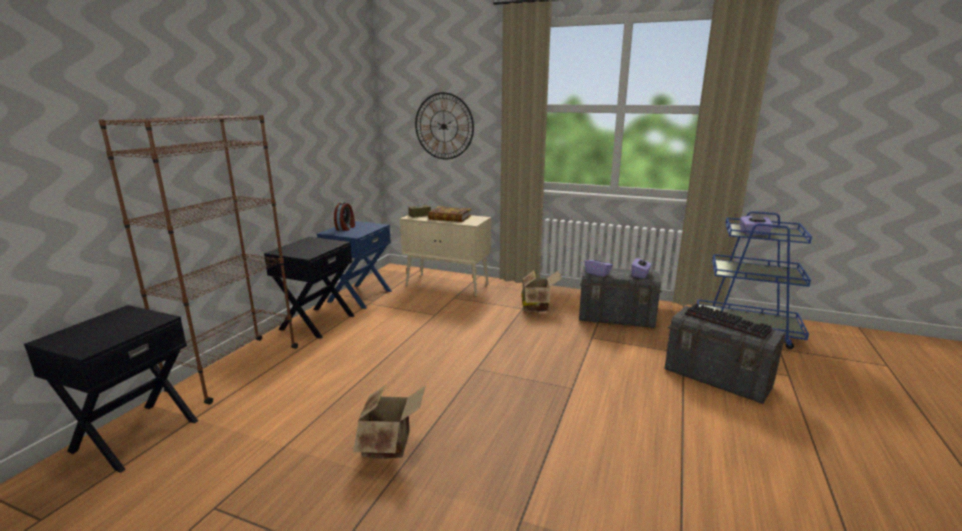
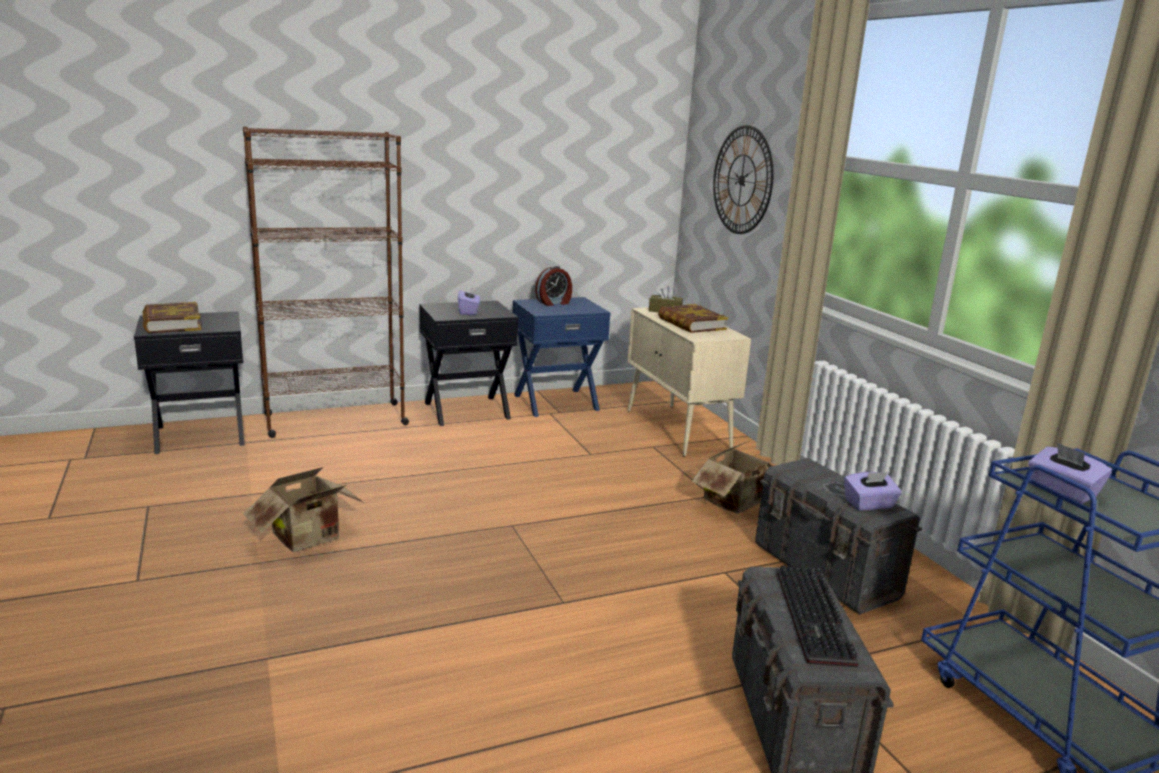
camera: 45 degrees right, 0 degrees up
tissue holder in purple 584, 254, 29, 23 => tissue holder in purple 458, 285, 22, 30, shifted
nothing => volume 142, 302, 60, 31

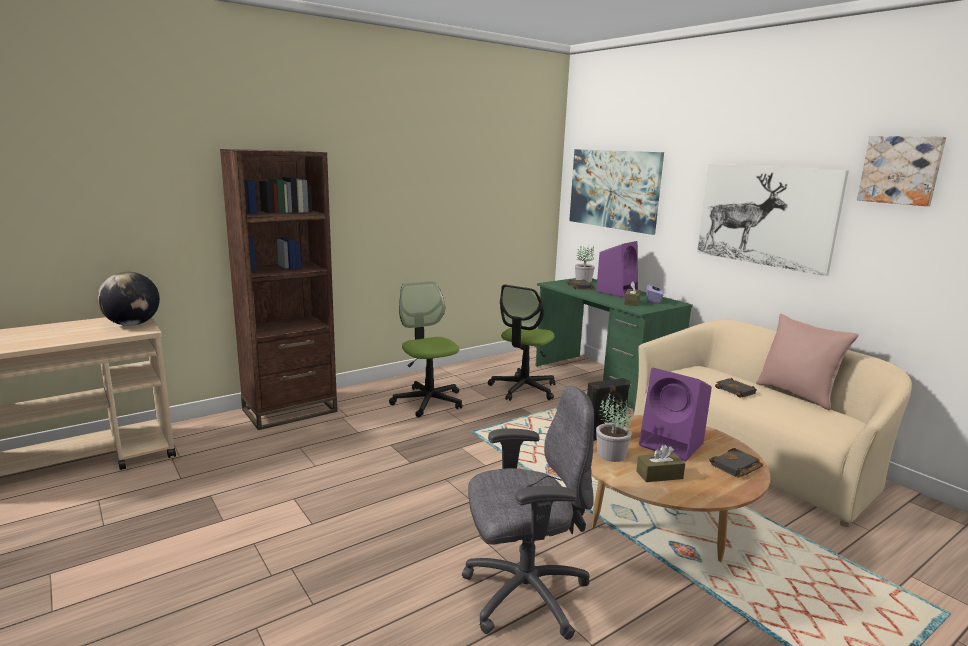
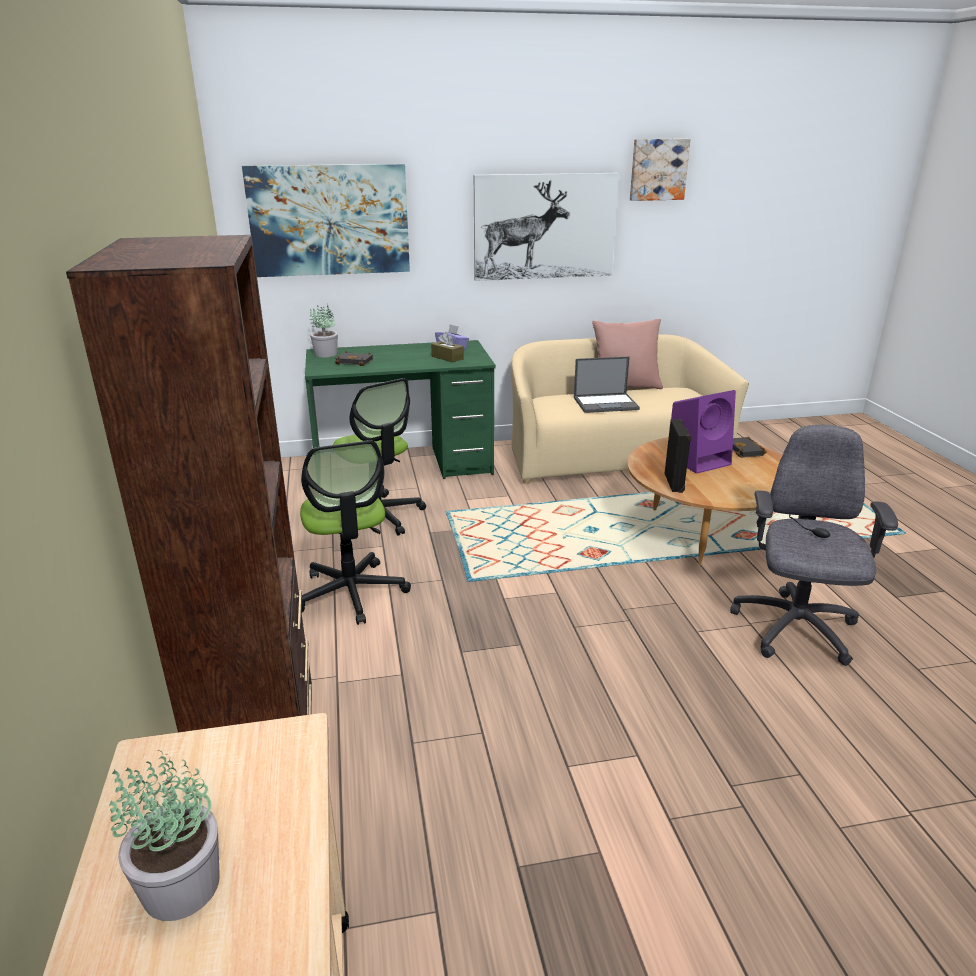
camera: 65 degrees left, 10 degrees up
loudspeaker in purple 596, 241, 42, 56 => nothing
world globe 97, 272, 63, 54 => nothing
desk chair 389, 281, 73, 136 => desk chair 300, 440, 111, 185, 105 degrees counterclockwise
volume in black-coloured 715, 378, 42, 20 => portable computer 574, 357, 66, 56
plant in a pot 596, 392, 36, 70 => plant in a pot 109, 750, 110, 171, shifted
tissue holder in brown-coloured 636, 444, 49, 38 => nothing

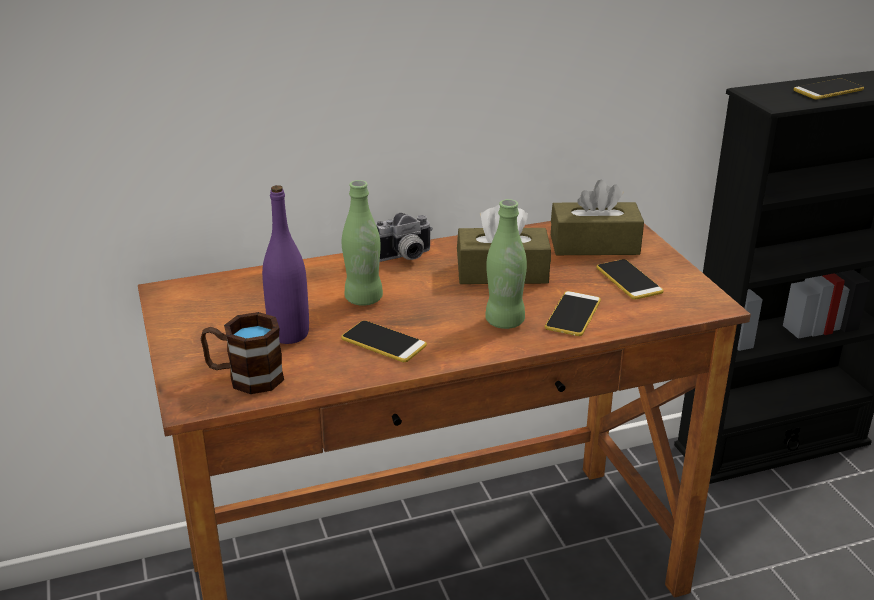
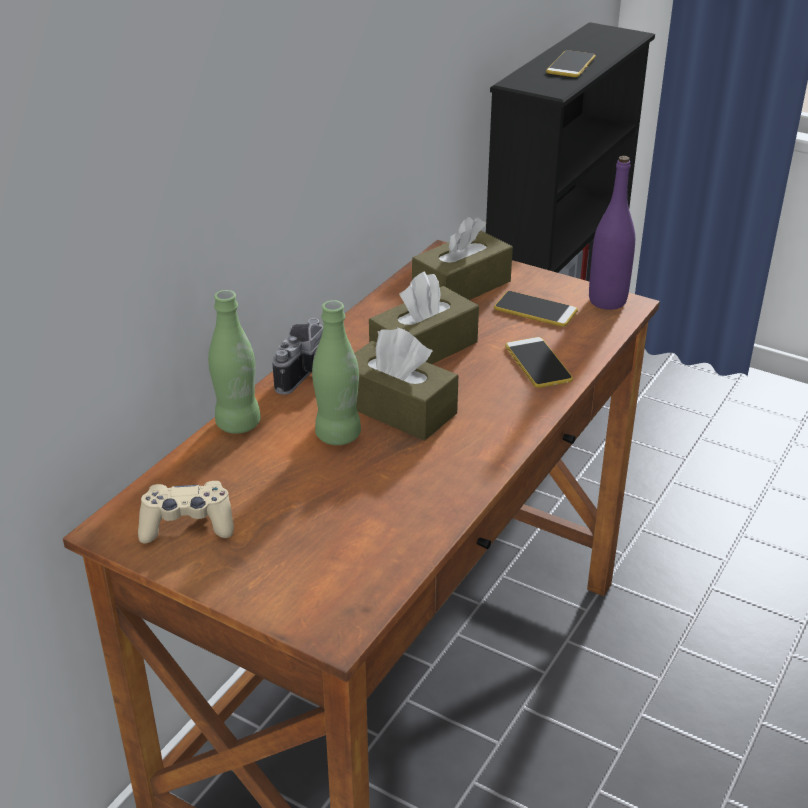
camera: 40 degrees left, 5 degrees up
bottle in purple 262, 185, 47, 159 => bottle in purple 589, 156, 46, 154, shifted
bottle in greenish 485, 199, 42, 130 => bottle in greenish 208, 290, 53, 144, shifted
mug in brown-coloured 201, 312, 83, 82 => nothing
telephone 341, 320, 86, 42 => nothing
nothing => tissue holder in brown-coloured 354, 328, 104, 113
nothing => joypad in beige-coloured 138, 481, 96, 62

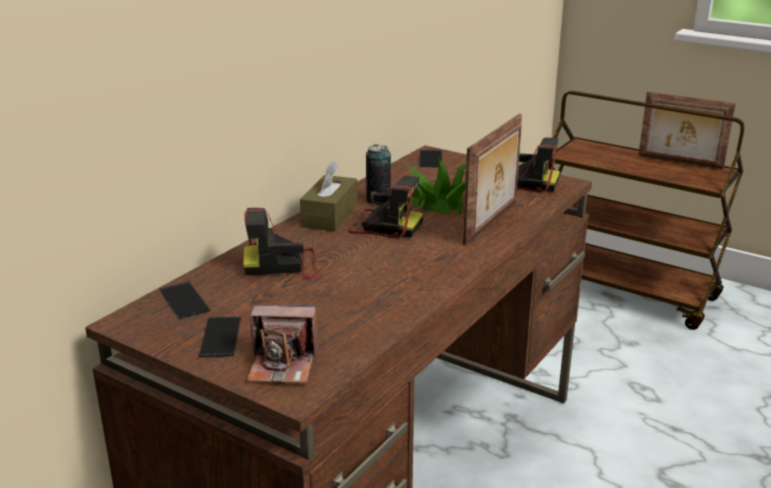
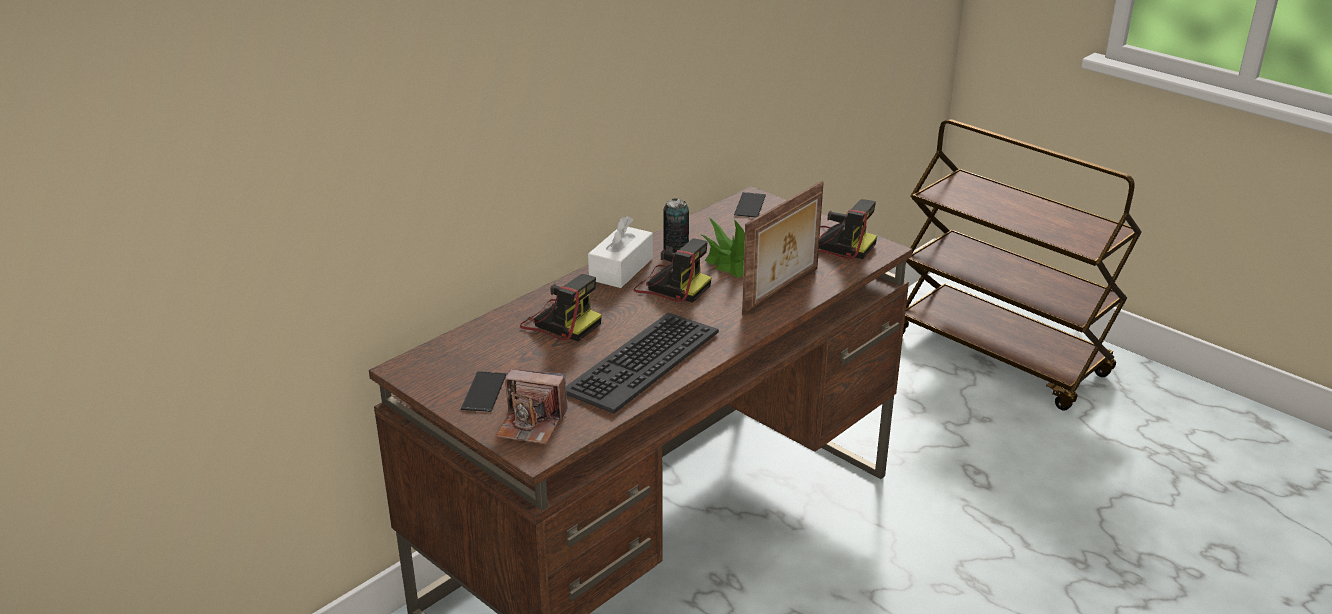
camera: 10 degrees right, 5 degrees up
photo frame 638, 92, 98, 77 => nothing
tissue holder in brown-coloured 300, 161, 58, 70 => tissue holder in whitish 588, 216, 65, 72
photo camera 244, 208, 78, 71 => photo camera 520, 274, 82, 67, 150 degrees counterclockwise
telephone 159, 281, 52, 38 => nothing
nothing => PC keyboard 566, 313, 153, 100

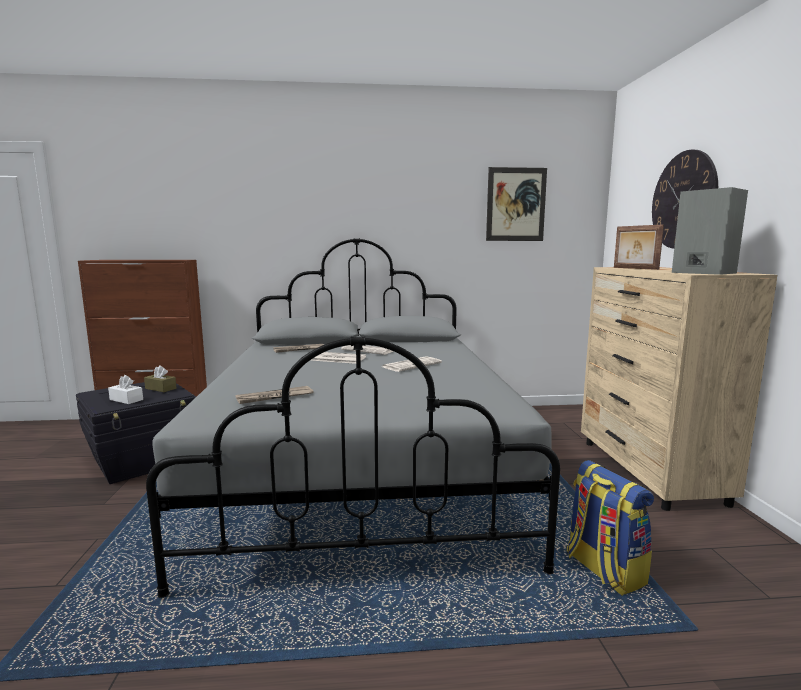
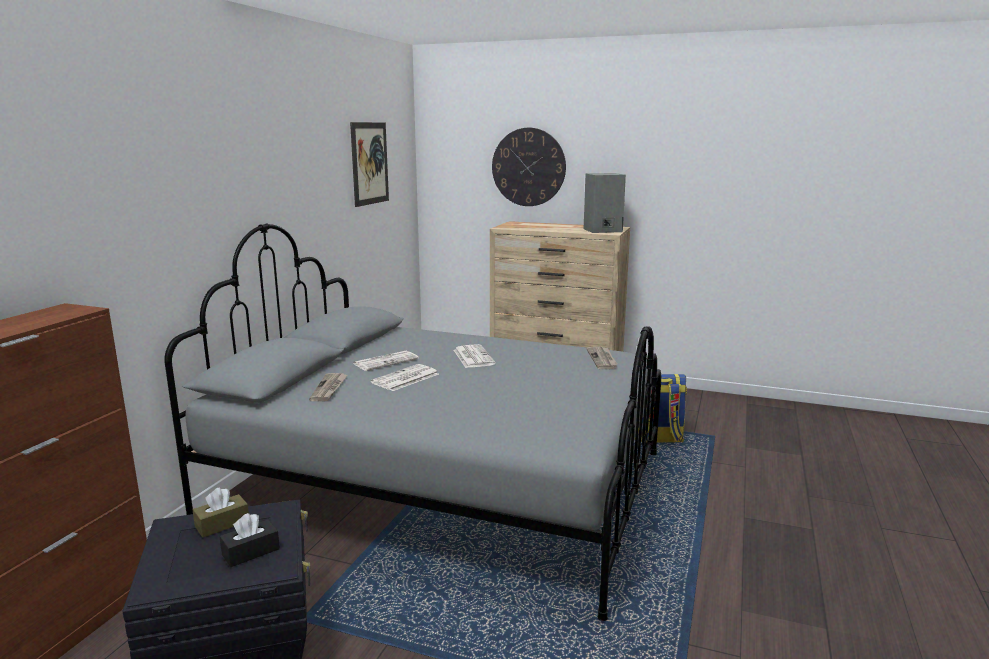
camera: 65 degrees left, 5 degrees up
photo frame 614, 224, 50, 46 => nothing
tissue holder in whitish 108, 375, 35, 29 => tissue holder in black-coloured 220, 513, 60, 54
printed paper 235, 386, 79, 18 => printed paper 587, 347, 31, 22, shifted

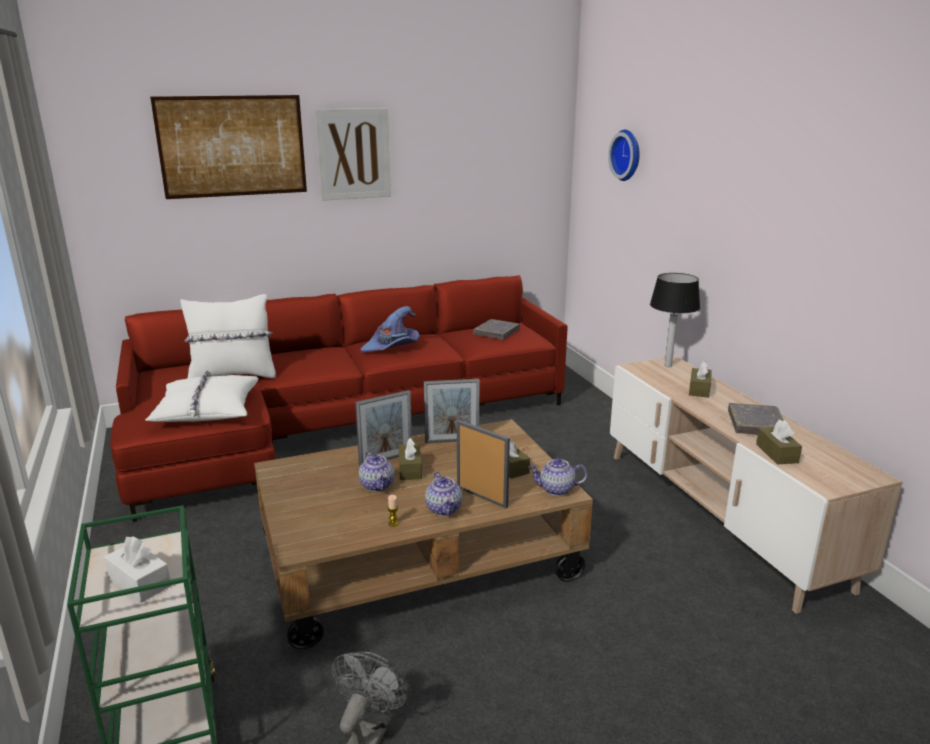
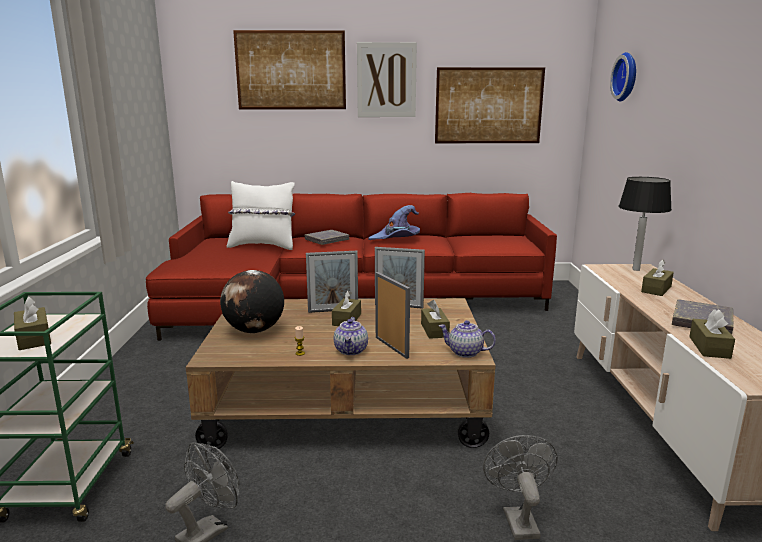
camera: 20 degrees right, 5 degrees down
volume in gray 473, 319, 47, 21 => volume in gray 305, 230, 44, 15, shifted
cushion in whitish 145, 370, 114, 52 => nothing
pot for tea 359, 451, 35, 41 => nothing
tissue holder in whitish 104, 536, 67, 67 => tissue holder in brown-coloured 14, 296, 37, 54
nothing => wall picture 435, 67, 110, 76
nothing => world globe 220, 270, 64, 63
nothing => fan in gray 483, 435, 75, 105

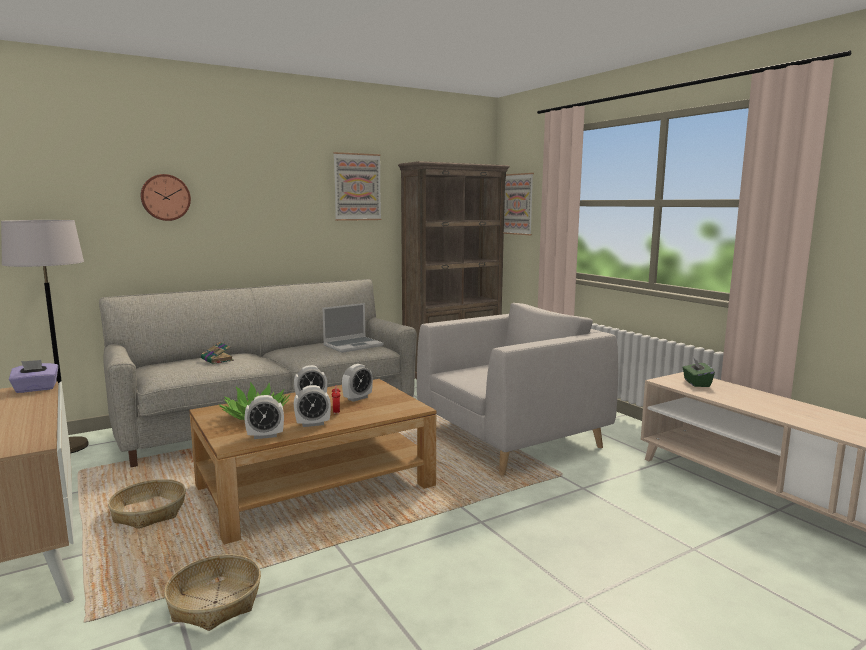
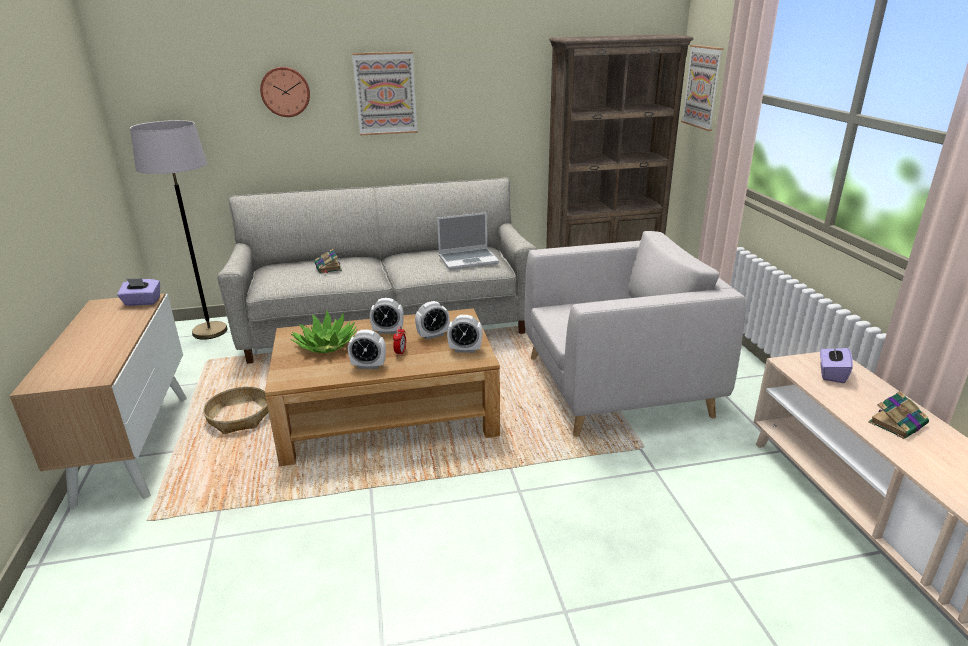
camera: 20 degrees right, 15 degrees up
wall picture 333, 152, 48, 69 => wall picture 352, 52, 66, 84, shifted
tissue holder in greenish 682, 357, 33, 30 => tissue holder in purple 820, 342, 33, 41
bedside clock 244, 395, 40, 44 => bedside clock 447, 315, 35, 38, shifted
storage basket 164, 554, 97, 77 => nothing
nothing => volume 868, 391, 61, 48

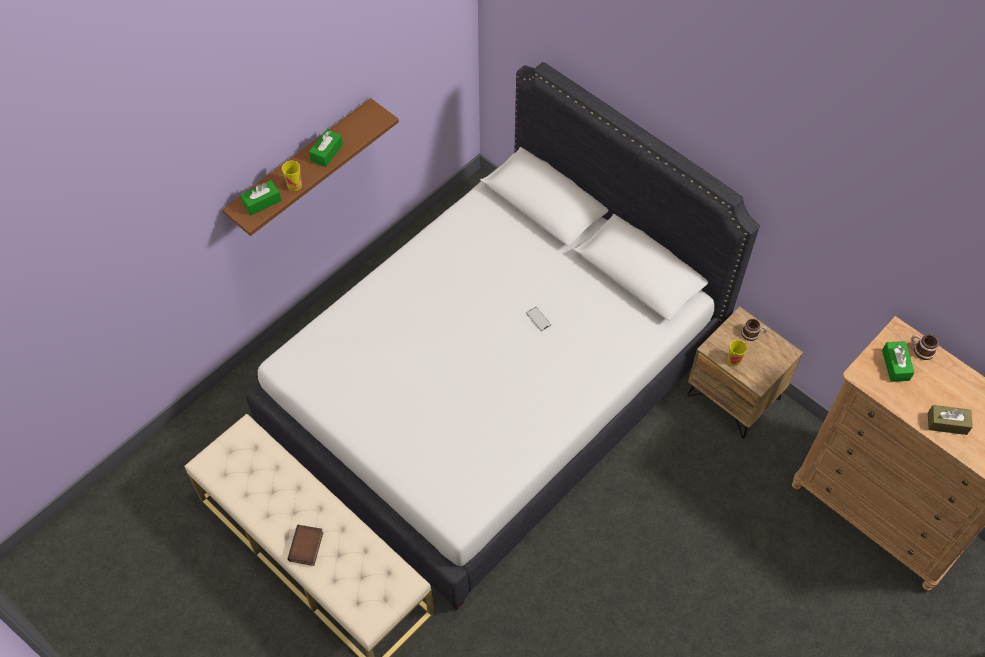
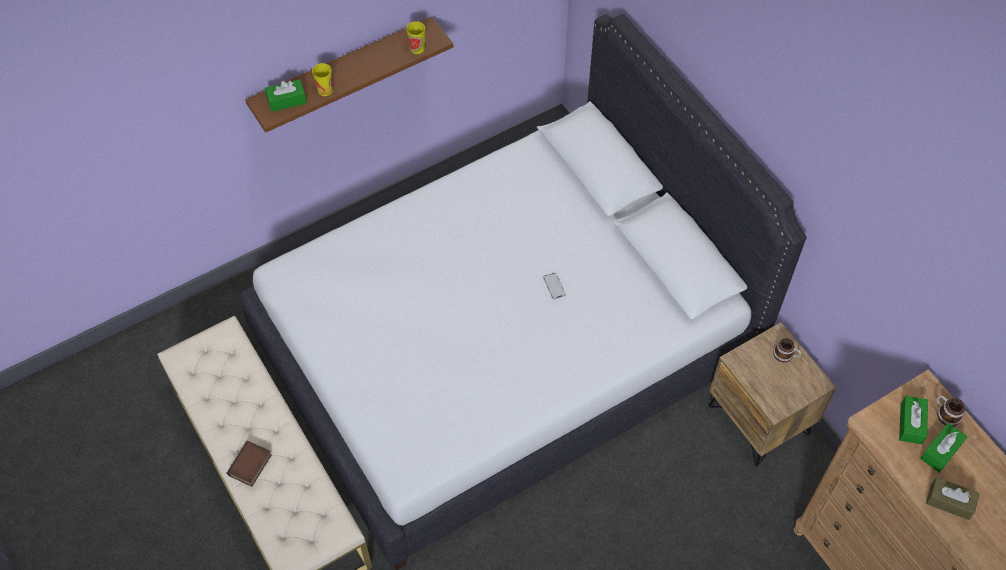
camera: 15 degrees right, 0 degrees up
tissue holder in greenish 309, 129, 34, 38 => tissue holder in greenish 920, 423, 47, 50, shifted
drinking cup 727, 340, 20, 27 => drinking cup 406, 21, 19, 33, shifted

